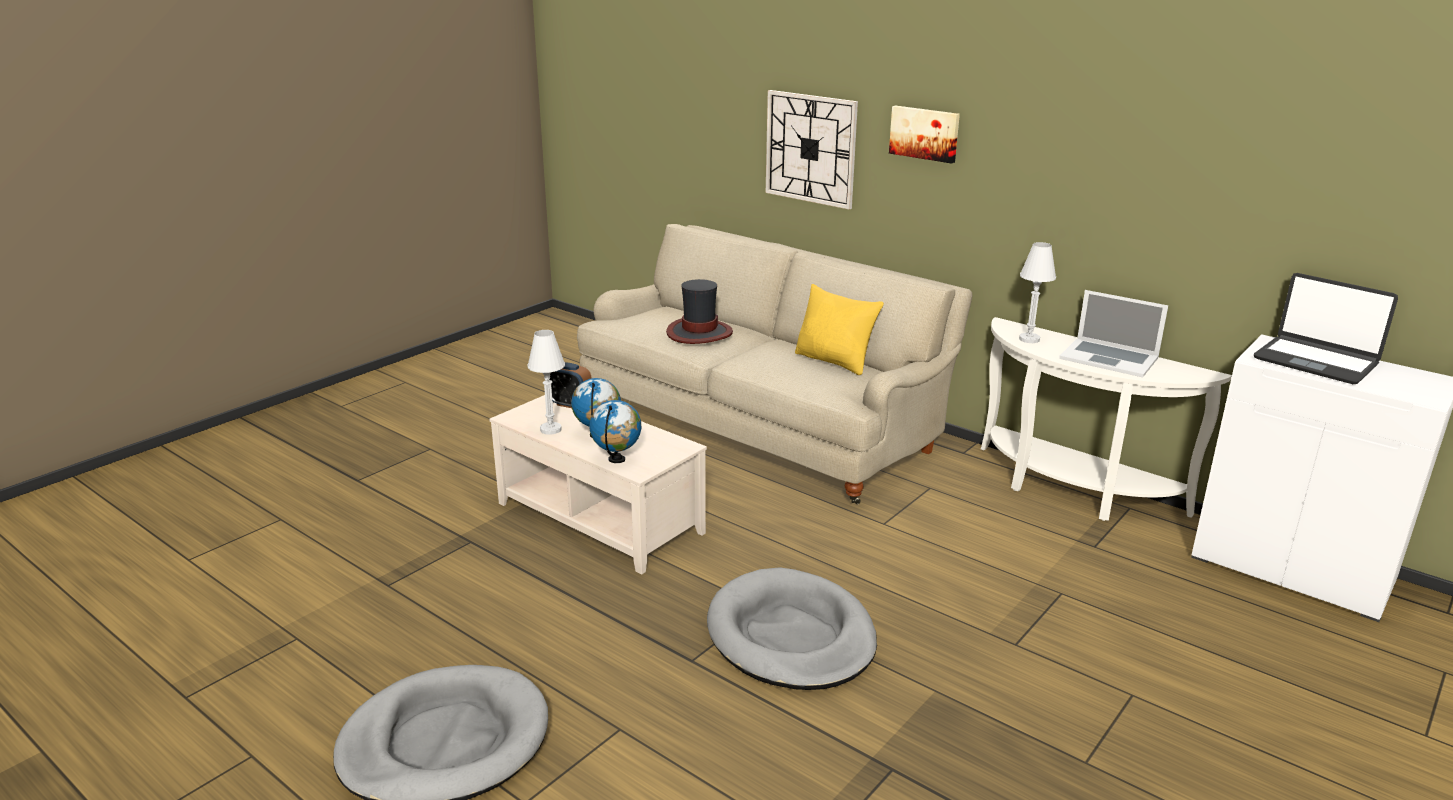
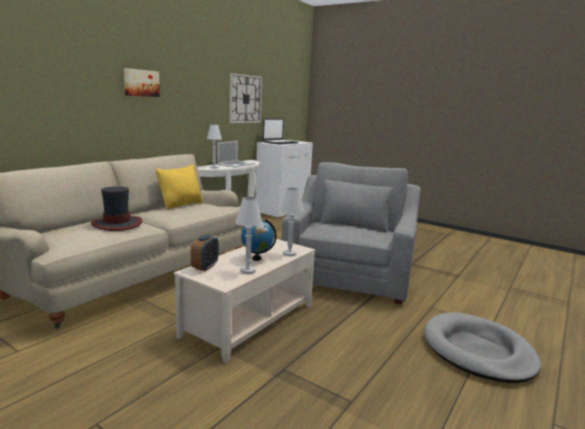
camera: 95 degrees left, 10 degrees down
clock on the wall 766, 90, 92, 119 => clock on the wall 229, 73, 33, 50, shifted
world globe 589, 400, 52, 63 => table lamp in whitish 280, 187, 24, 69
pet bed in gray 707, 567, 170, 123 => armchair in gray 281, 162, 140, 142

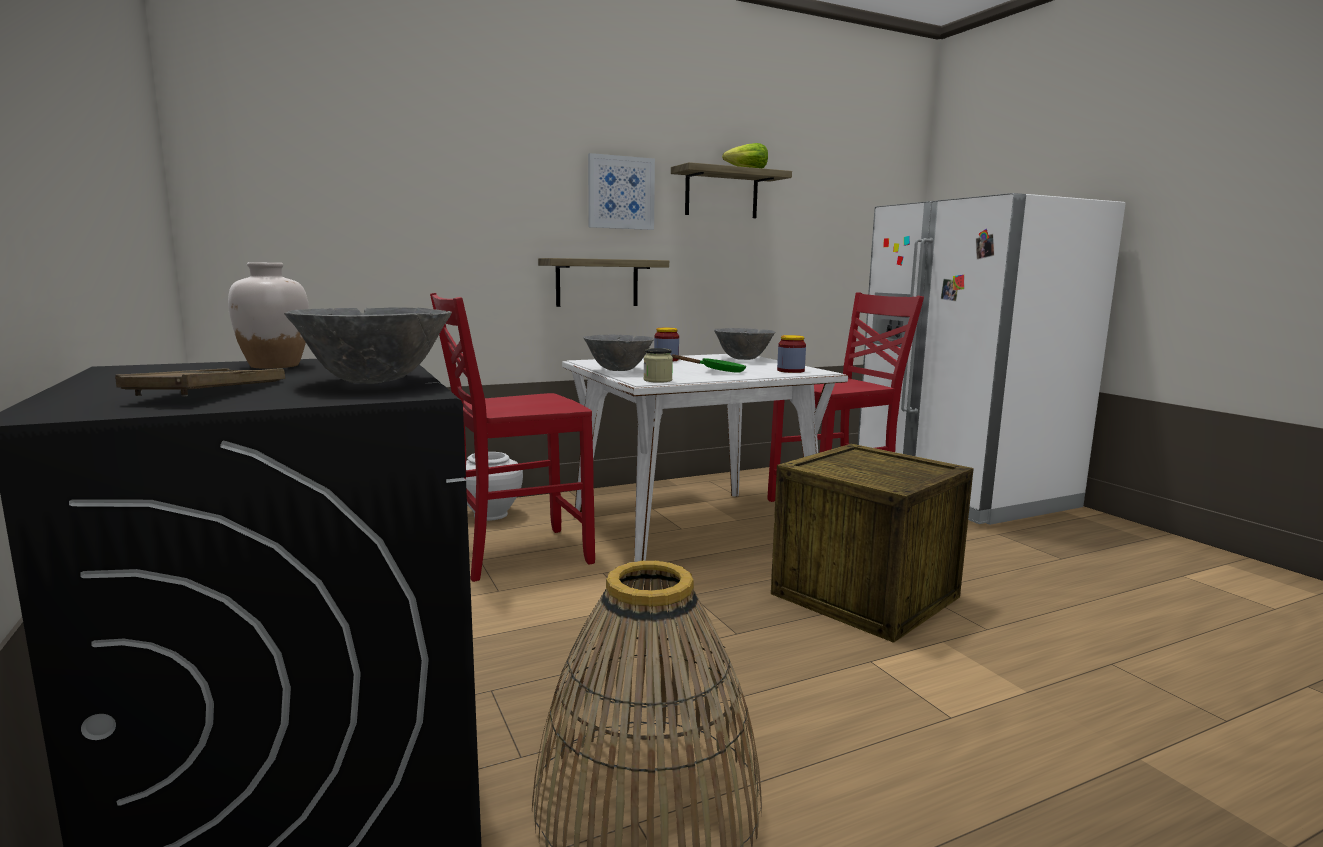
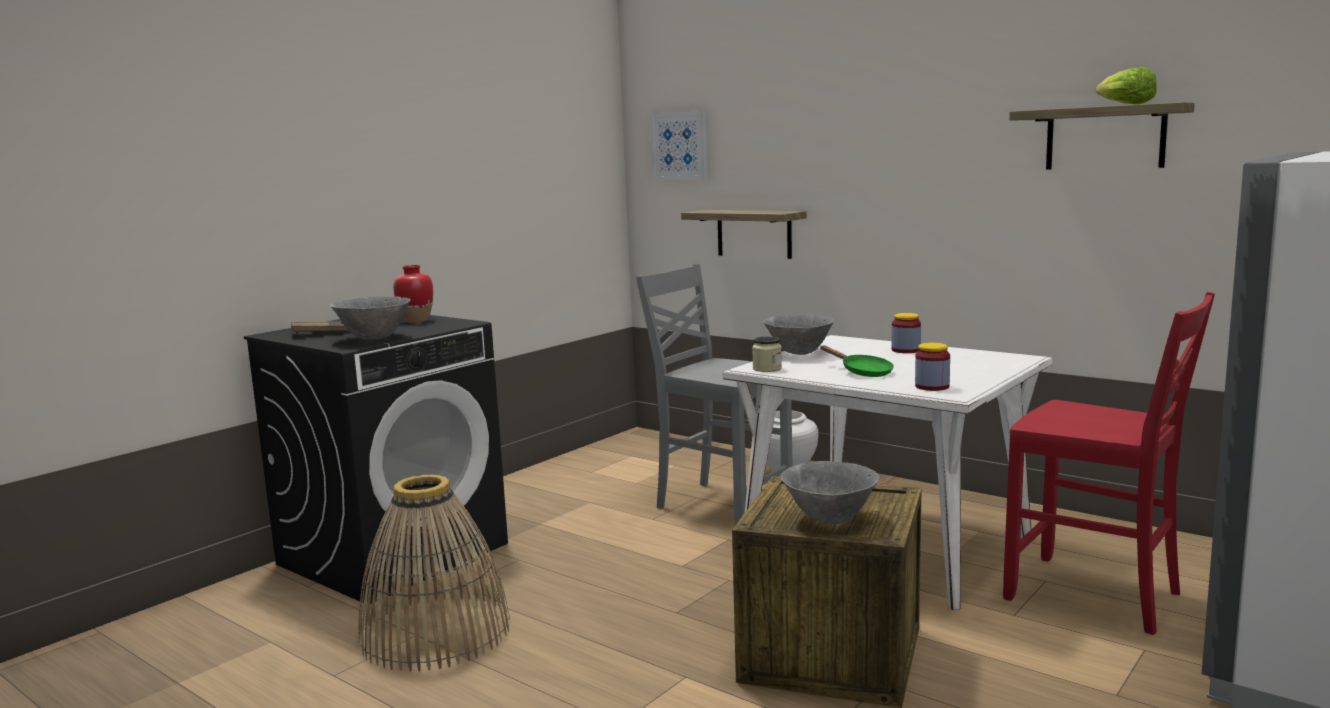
camera: 65 degrees right, 0 degrees up
wall picture 588, 153, 67, 77 => wall picture 650, 110, 58, 70, shifted
bracket shelf 538, 258, 131, 49 => bracket shelf 681, 210, 126, 49, shifted
flower vase in whitish 228, 262, 81, 107 => flower vase in red-coloured 393, 265, 40, 58
chair in red-coloured 430, 293, 165, 289 => chair in gray 636, 264, 156, 261
bowl in gray 714, 328, 61, 32 => bowl in gray 781, 461, 98, 63, shifted

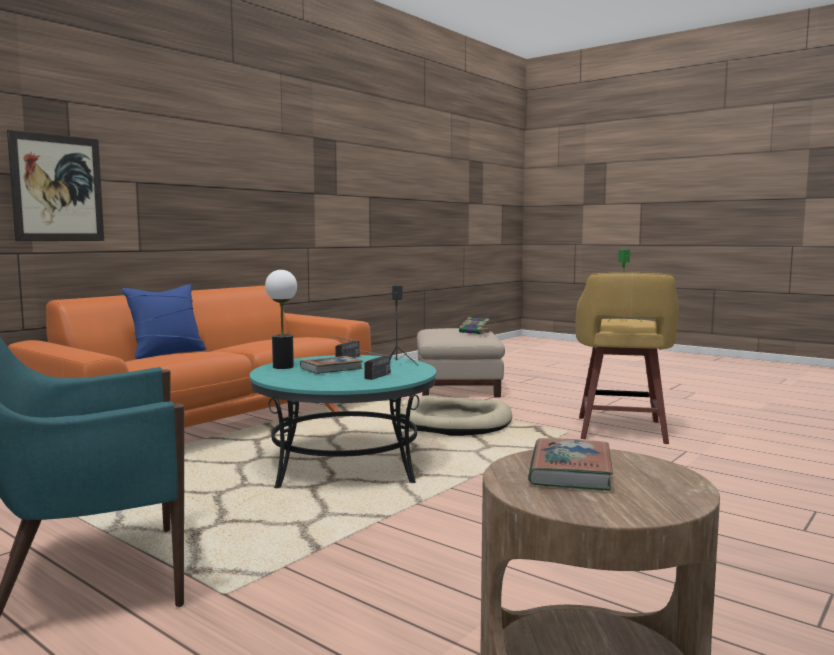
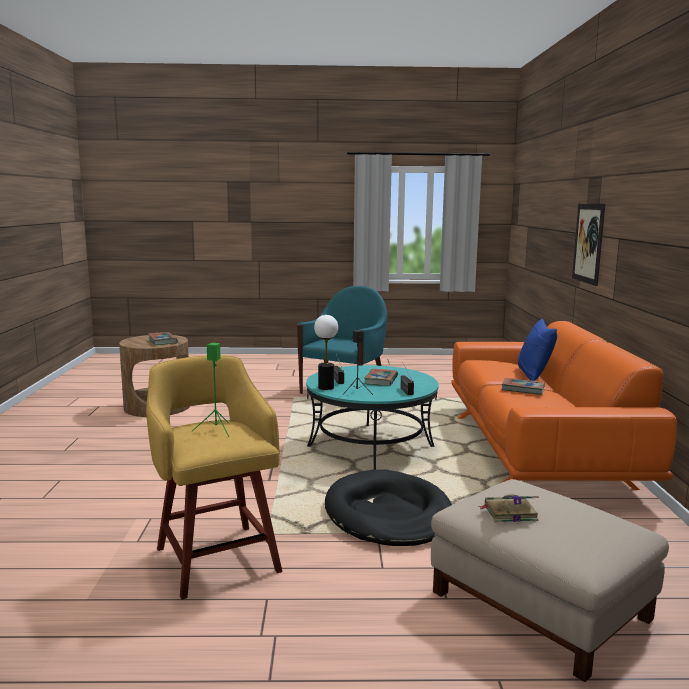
camera: 140 degrees right, 5 degrees up
table lamp 265, 270, 32, 99 => table lamp 314, 315, 24, 75, shifted
pet bed in beige-coloured 400, 395, 112, 41 => pet bed in black-coloured 325, 470, 127, 76
nothing => volume 502, 378, 43, 17

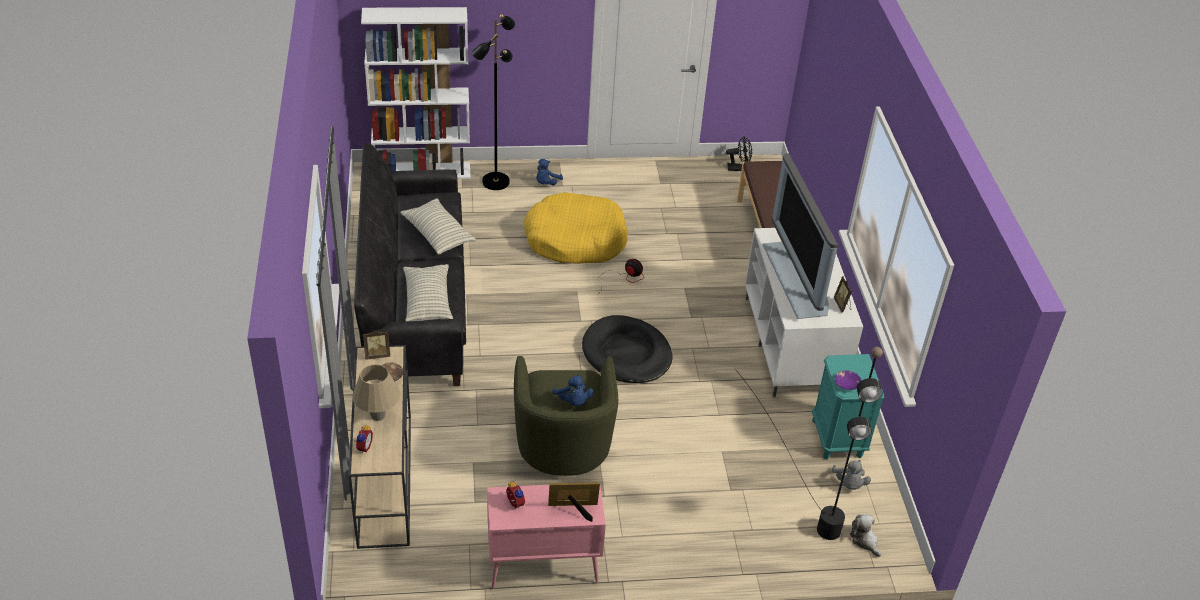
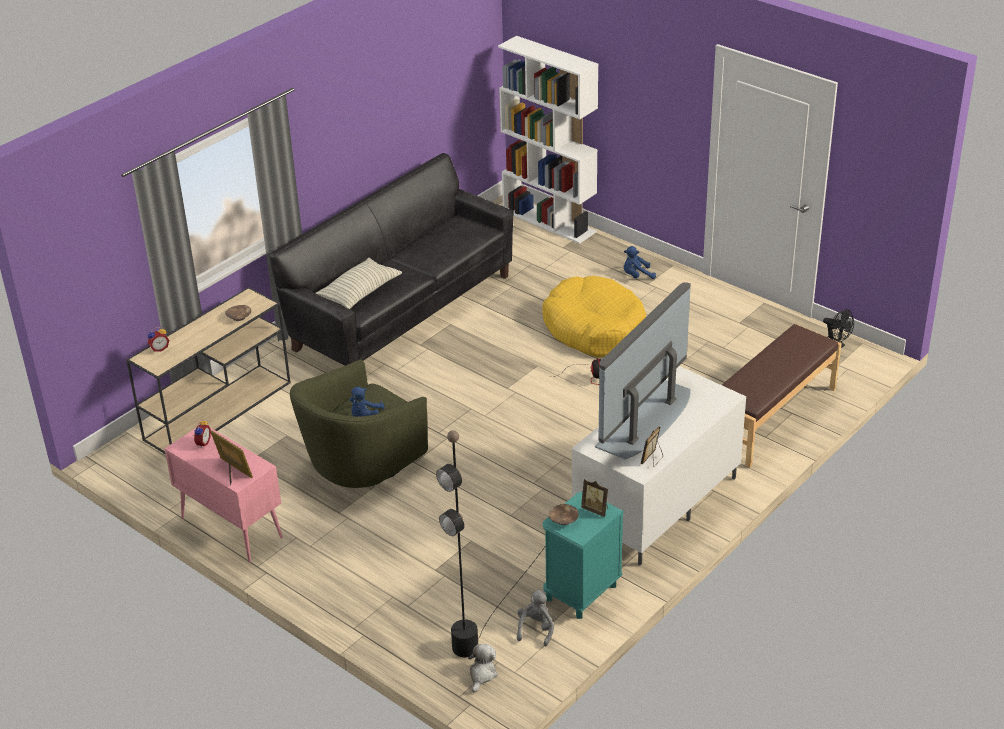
camera: 50 degrees right, 5 degrees down
floor lamp in black-coloured 472, 14, 43, 176 => nothing
cushion 400, 198, 76, 56 => nothing
pet bed in black-coloured 582, 315, 90, 68 => nothing
photo frame 363, 330, 27, 30 => photo frame 581, 479, 27, 38, shifted
table lamp in beige-coloured 352, 364, 48, 57 => nothing
bowl in purple 835, 371, 27, 19 => bowl in brown-coloured 549, 504, 30, 21
plush toy in gray 832, 460, 39, 30 => plush toy in gray 517, 590, 37, 56, 150 degrees clockwise

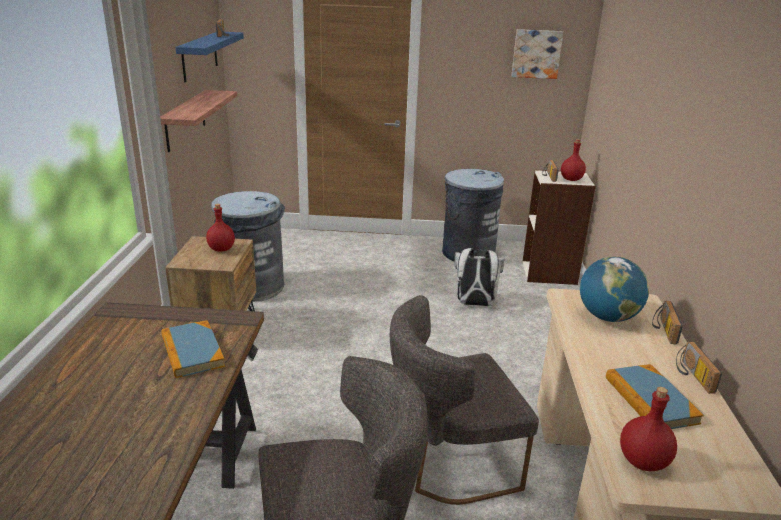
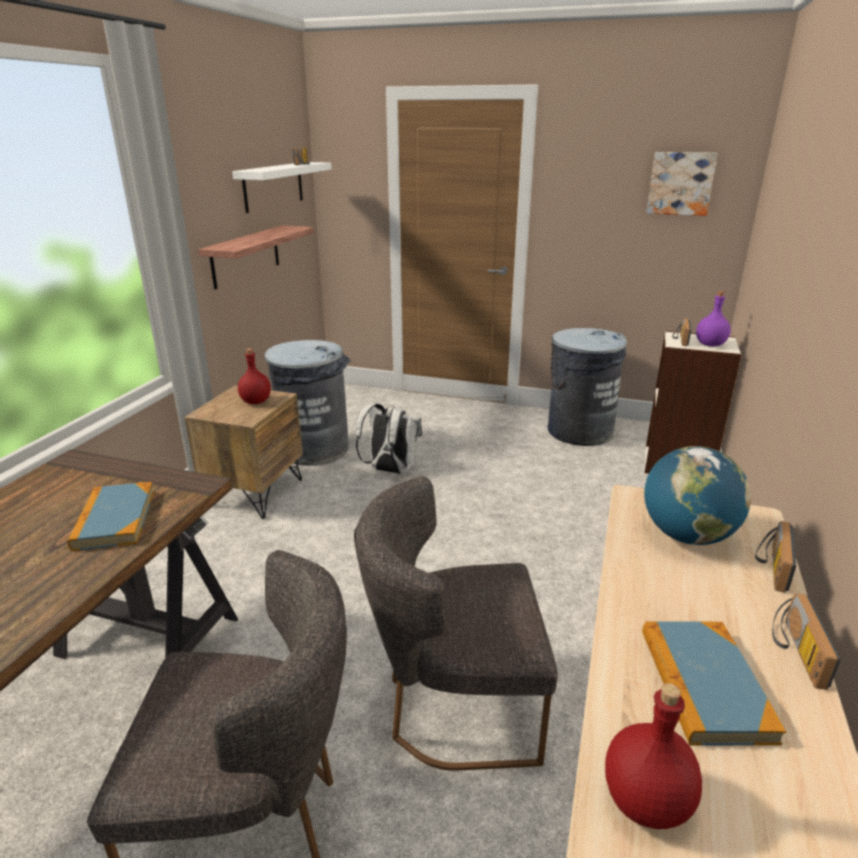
camera: 15 degrees right, 0 degrees up
bracket shelf in bluish 175, 32, 69, 50 => bracket shelf in whitish 232, 162, 100, 51
bottle in red-coloured 561, 139, 25, 42 => bottle in purple 696, 291, 35, 56
backpack in whitish 455, 248, 50, 58 => backpack in whitish 356, 403, 66, 71, shifted

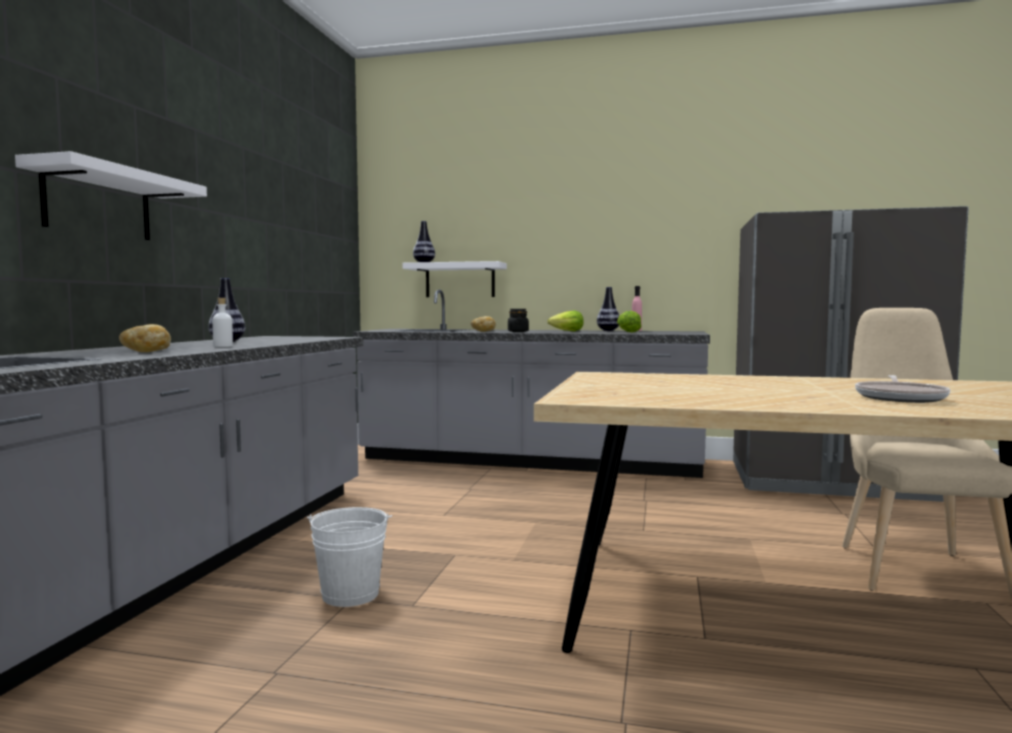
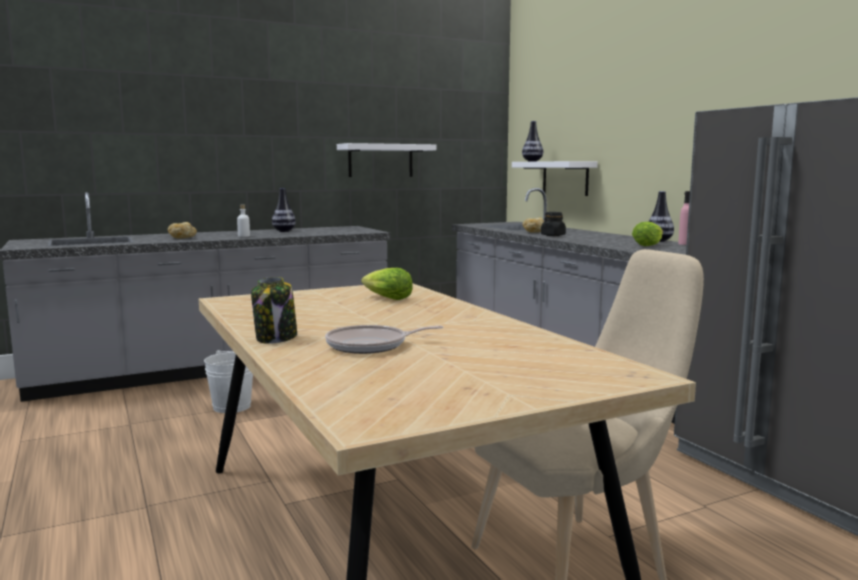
camera: 50 degrees right, 5 degrees up
bracket shelf in whitish 15, 151, 192, 89 => bracket shelf in whitish 337, 143, 99, 34, shifted
lettuce 548, 311, 36, 20 => lettuce 361, 268, 52, 32, shifted
nothing => jar 251, 277, 46, 67

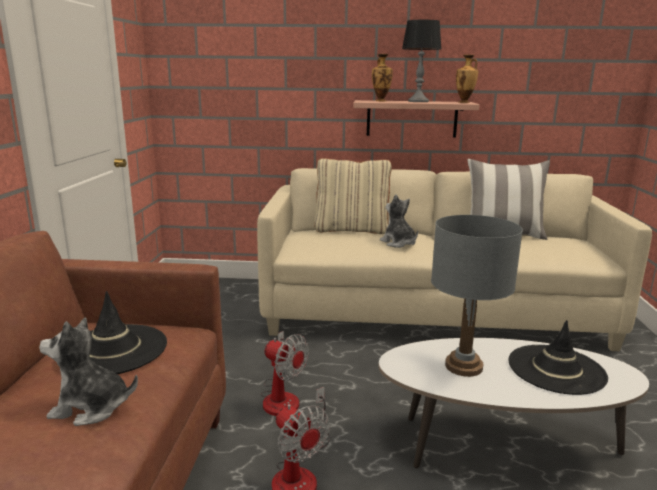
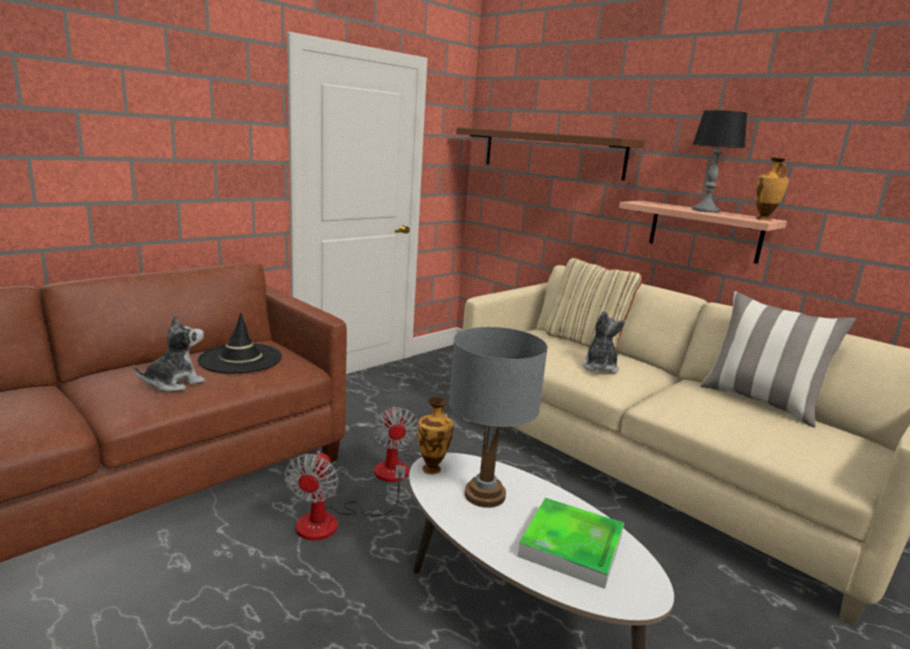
camera: 40 degrees right, 0 degrees up
flower vase 372, 54, 21, 47 => flower vase 418, 397, 35, 77, shifted
plush toy 39, 317, 99, 109 => plush toy 133, 315, 72, 77, 90 degrees clockwise
clothing hat in black-coloured 508, 320, 100, 75 => carrying tray 518, 498, 106, 91
nothing => bracket shelf in brown-coloured 456, 127, 189, 54

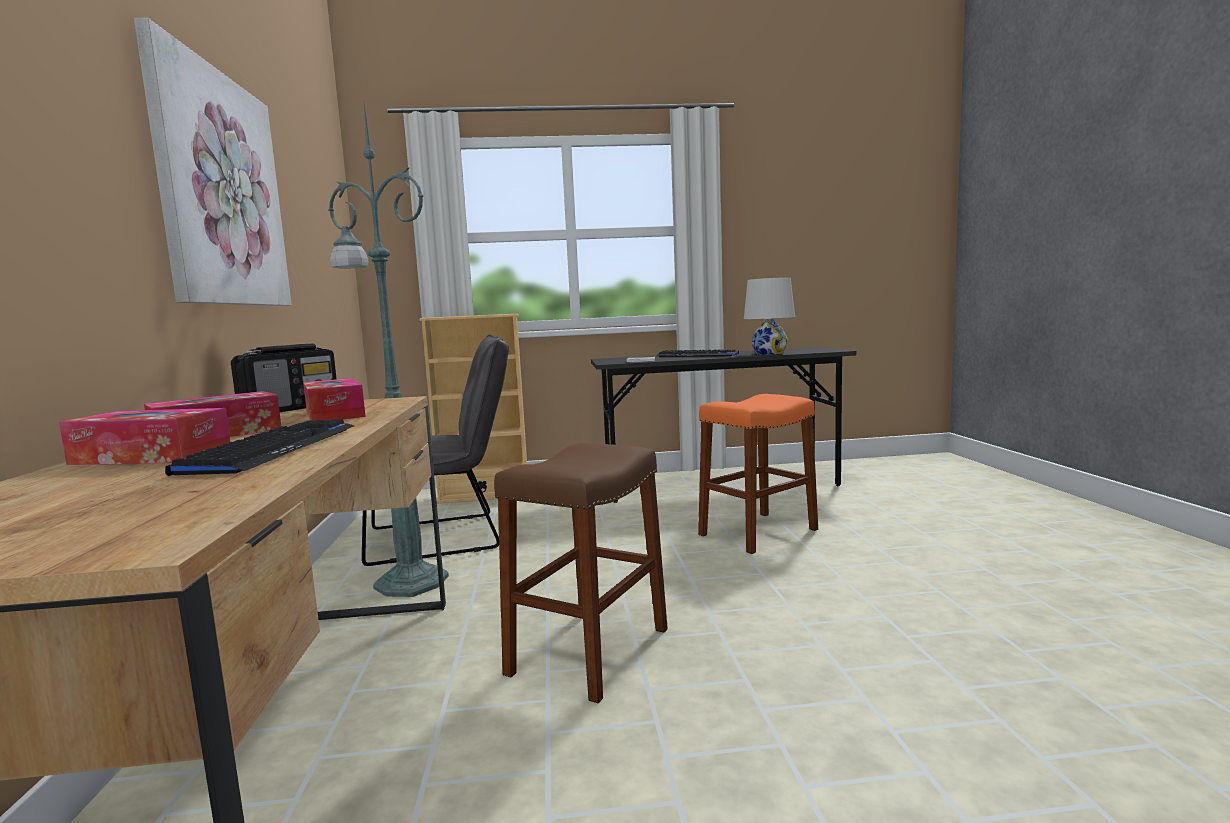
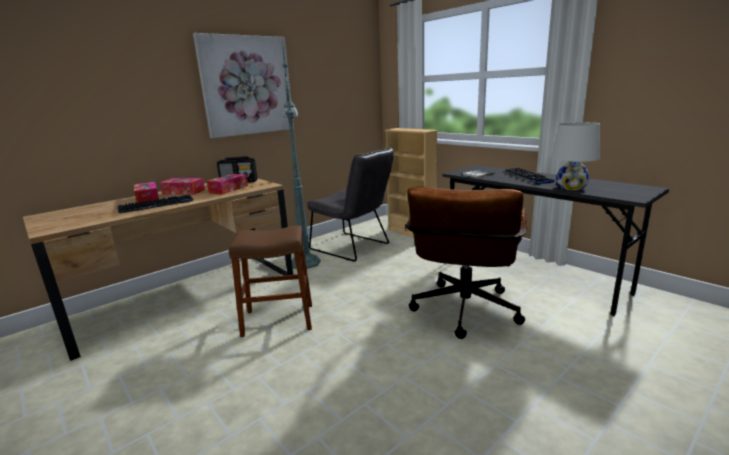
camera: 55 degrees right, 10 degrees up
stool in orangey 698, 394, 120, 160 => desk chair in brown-coloured 407, 187, 120, 152

